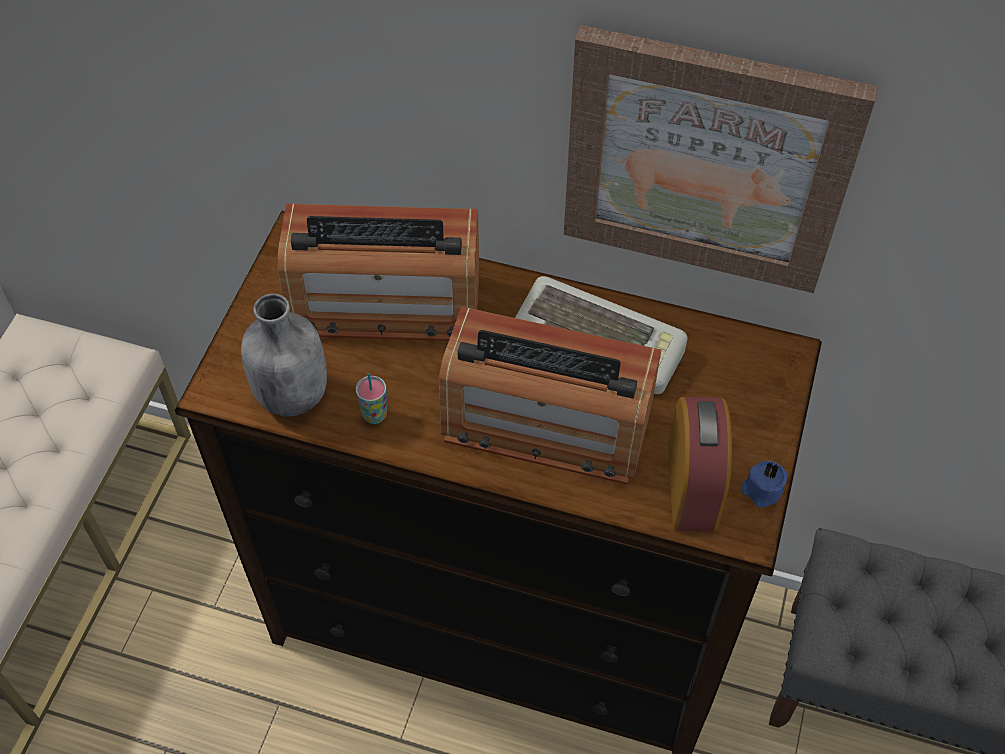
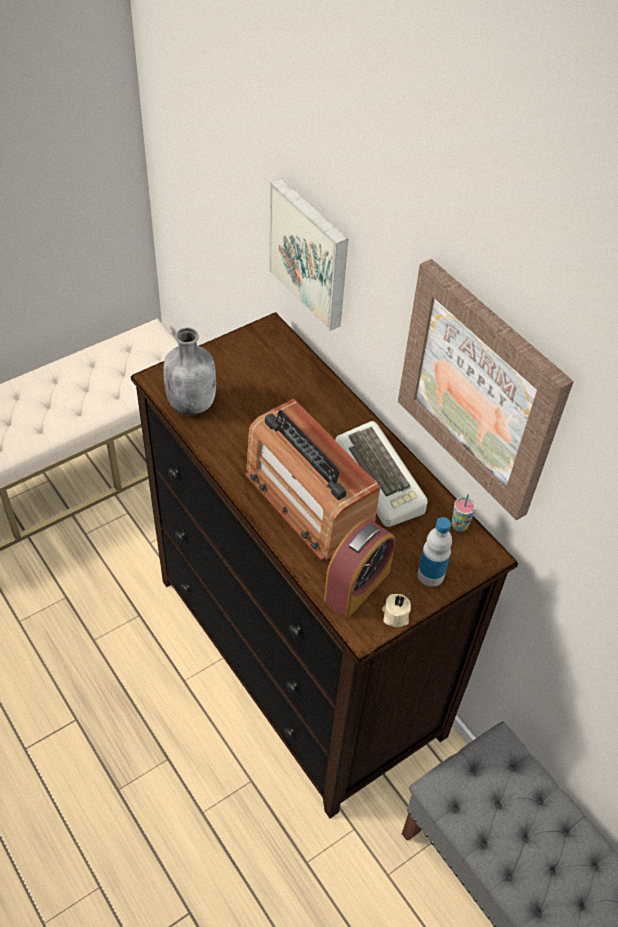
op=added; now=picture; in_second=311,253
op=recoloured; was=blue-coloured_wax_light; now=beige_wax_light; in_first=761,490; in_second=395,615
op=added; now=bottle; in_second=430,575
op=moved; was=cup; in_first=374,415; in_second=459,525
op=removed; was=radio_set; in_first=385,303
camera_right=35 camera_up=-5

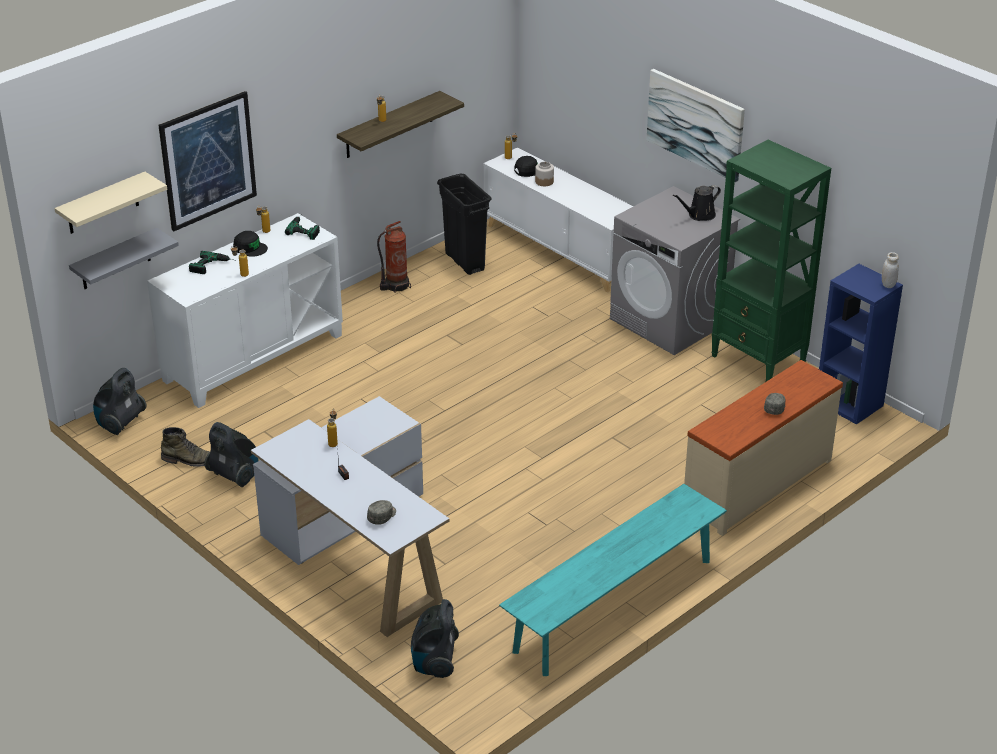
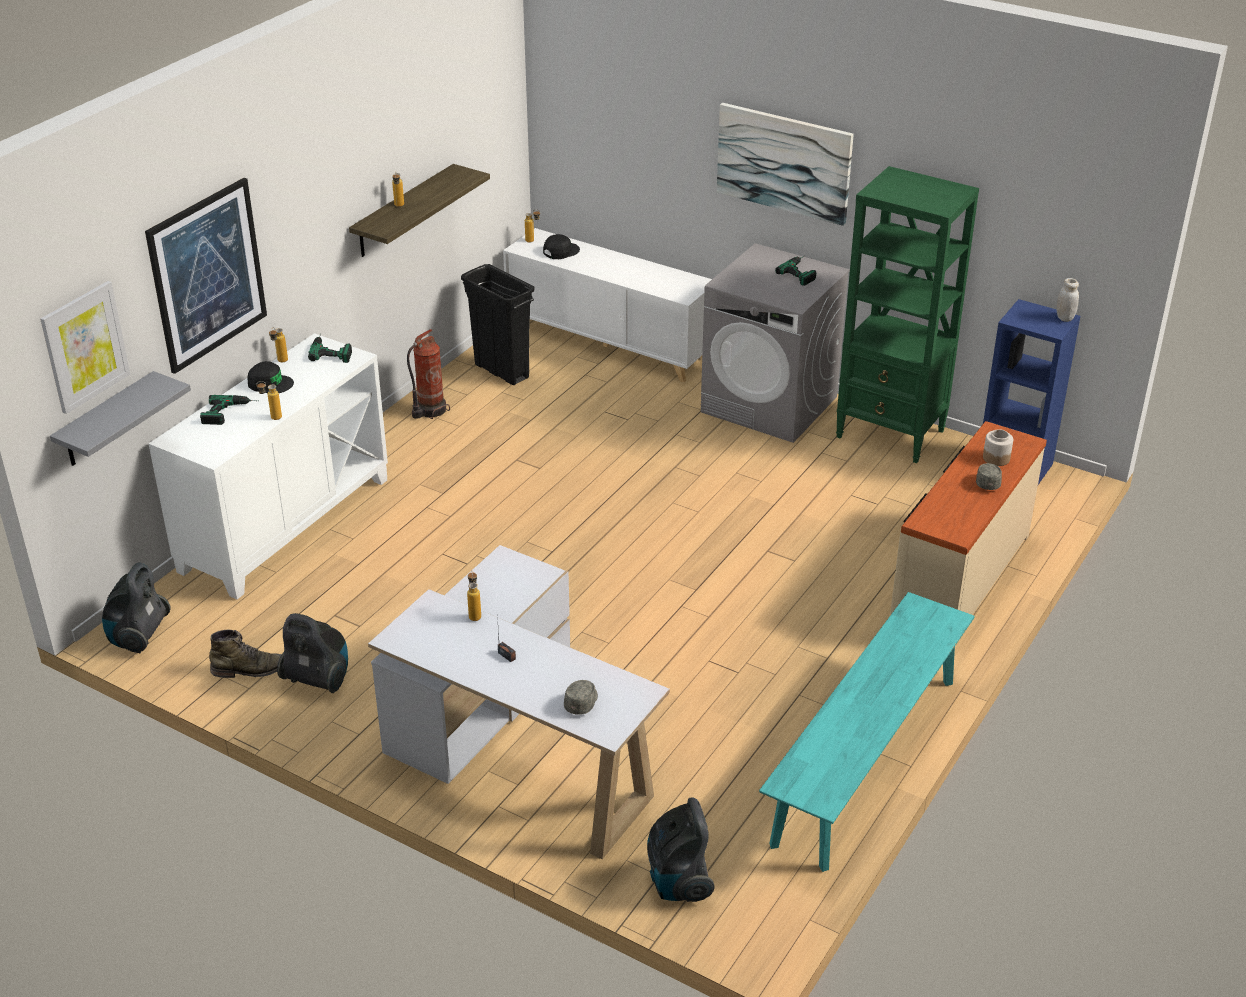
op=replaced; was=beige_wall_shelf; now=picture; in_first=102,204; in_second=85,346
op=replaced; was=black_watering_can; now=electric_drill; in_first=699,215; in_second=802,272
op=moved; was=jar; in_first=544,181; in_second=996,458
camera_right=-15 camera_up=0

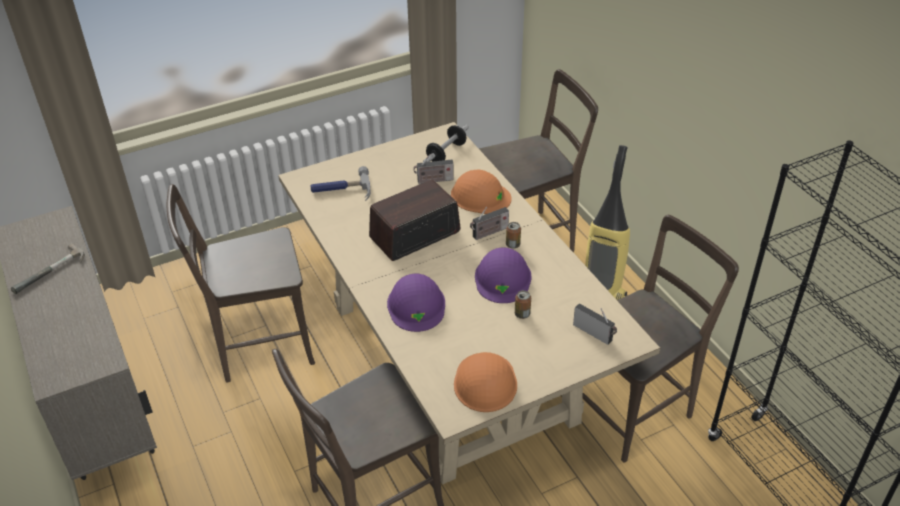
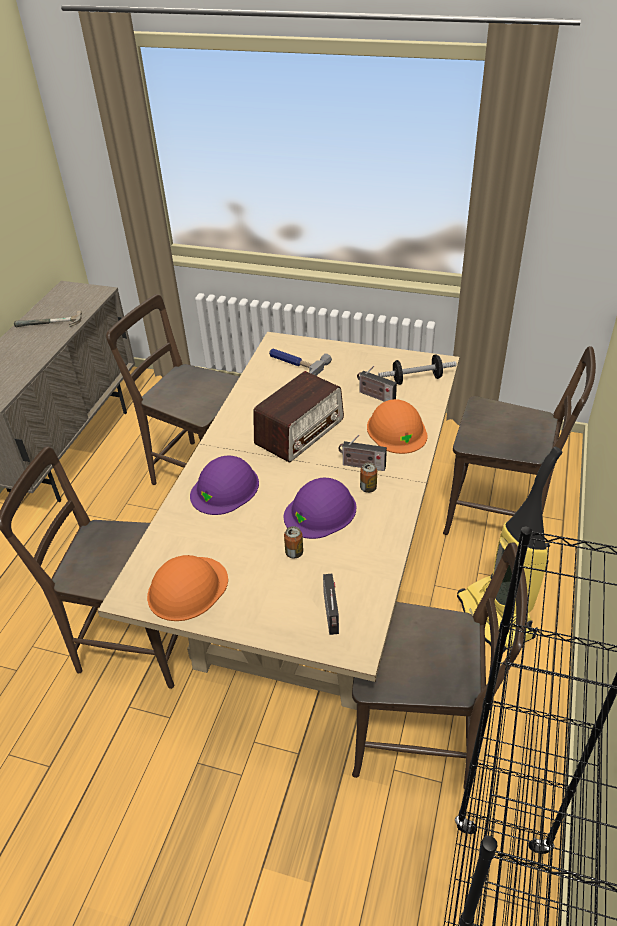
op=turned; was=radio_set; in_first=414,235; in_second=300,431; clockwise=120
camera_right=45 camera_up=0

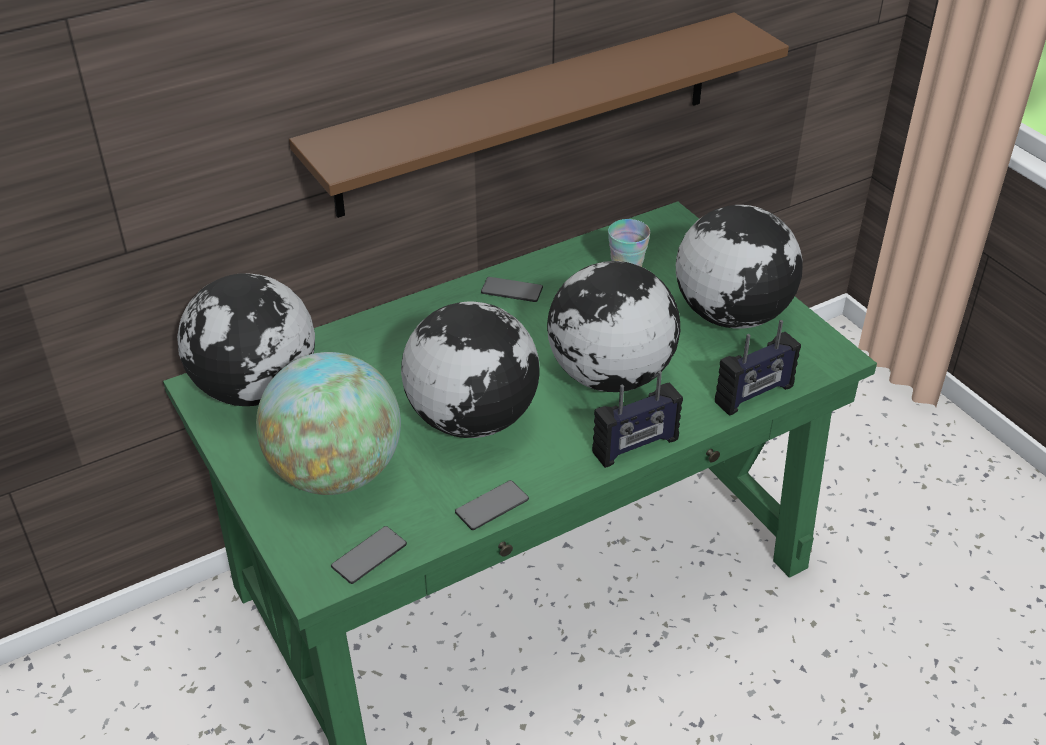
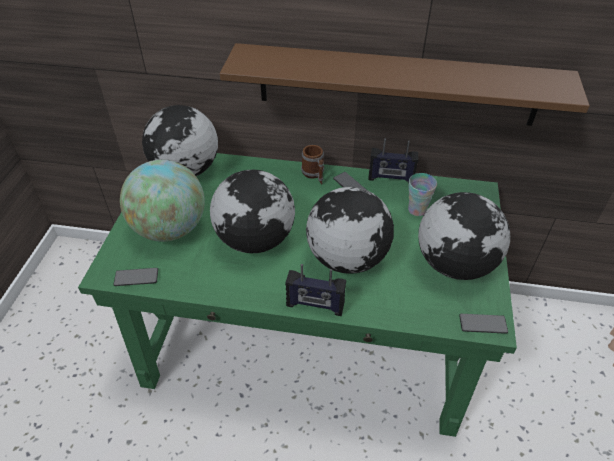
op=added; now=coffee_mug; in_second=314,175
op=moved; was=radio_set; in_first=754,395; in_second=391,178
op=moved; was=phone; in_first=492,506; in_second=483,324
camera_right=40 camera_up=5

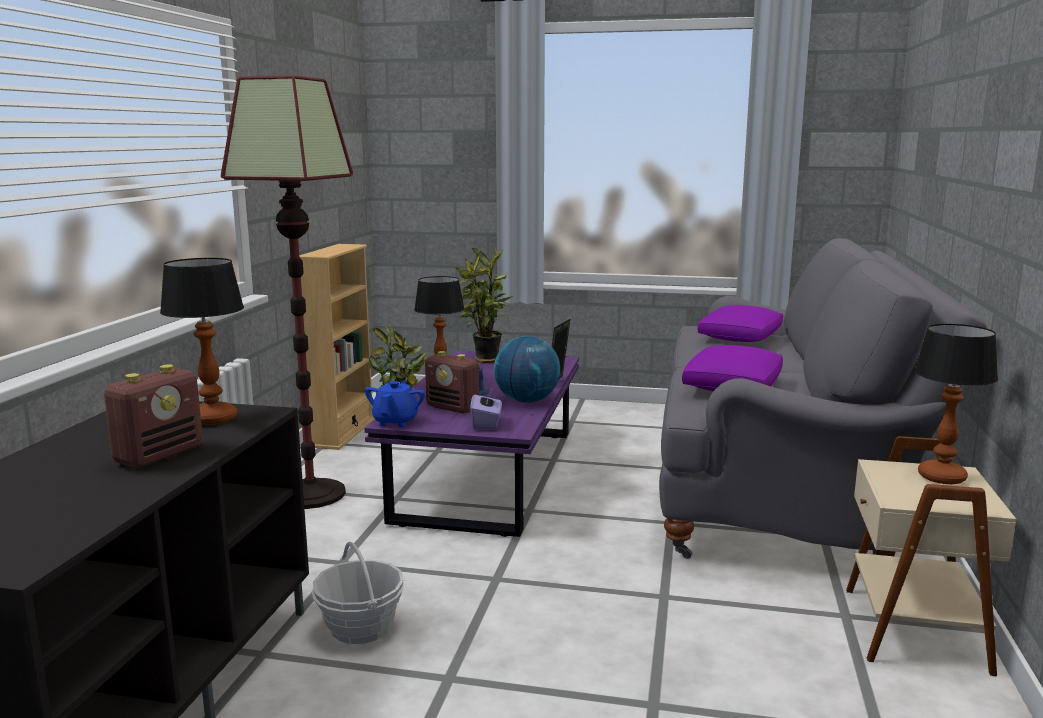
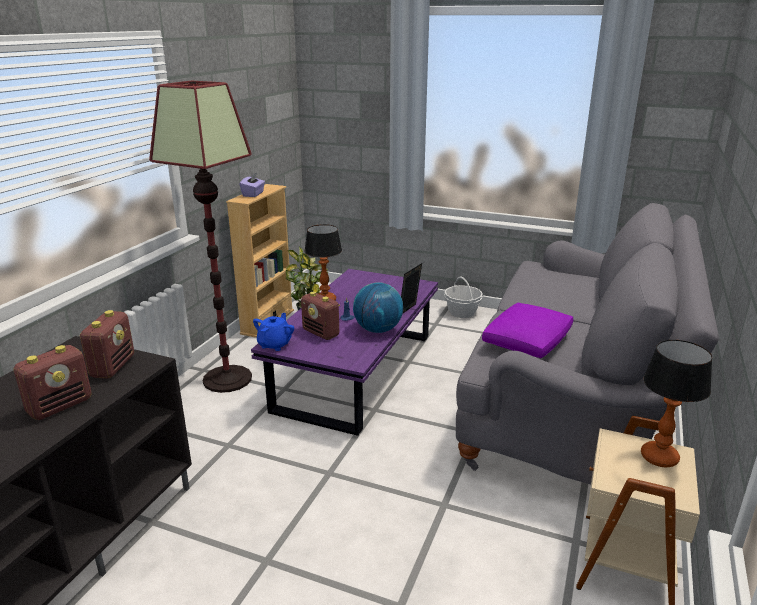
op=replaced; was=table_lamp; now=radio_set; in_first=212,419; in_second=112,366
op=moved; was=purple_tissue_holder; in_first=486,424; in_second=253,194
op=moved; was=storage_basket; in_first=361,627; in_second=462,312
op=removed; was=plant_in_a_pot; in_first=485,360
op=removed; was=purple_pillow; in_first=740,337
camera_right=10 camera_up=10

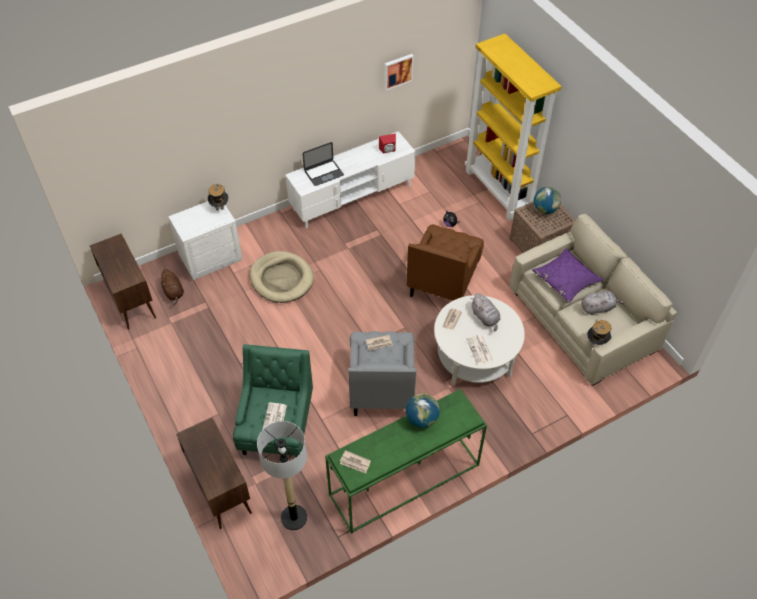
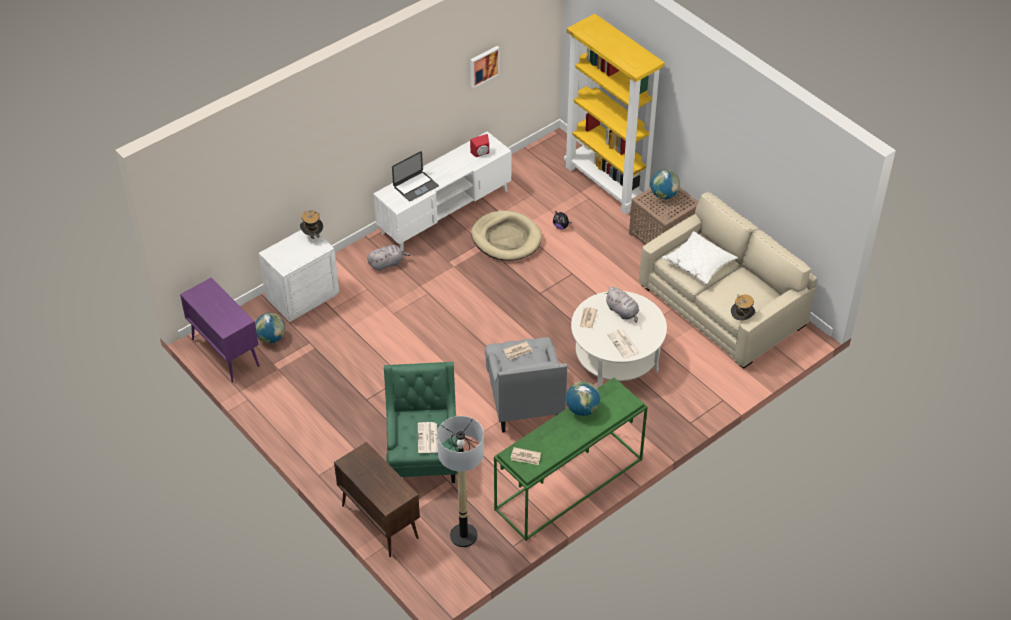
op=recoloured; was=brown-coloured_storage_cabinet; now=purple_storage_cabinet; in_first=130,300; in_second=225,352
op=replaced; was=brown-coloured_cuddly_toy; now=desk_globe; in_first=173,292; in_second=271,338
op=moved; was=greyish_cuddly_toy; in_first=598,308; in_second=387,263
op=moved; was=beige_pet_bed; in_first=281,279; in_second=506,238
op=recoloured; was=purple_pillow; now=white_pillow; in_first=566,279; in_second=699,263
op=removed; was=brown-coloured_lounge_chair; in_first=443,281
camera_right=-10 camera_up=-5

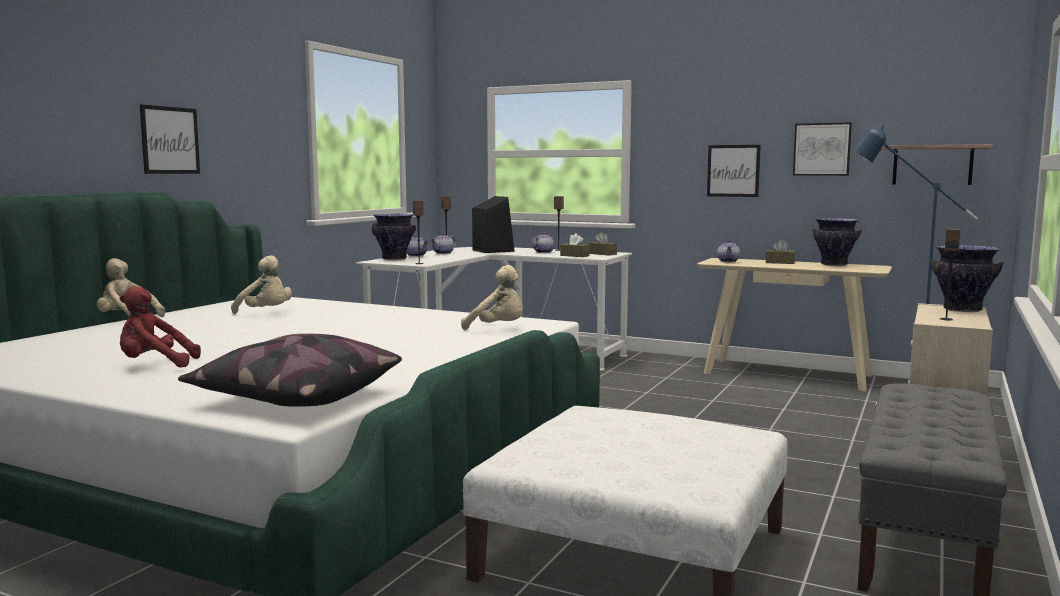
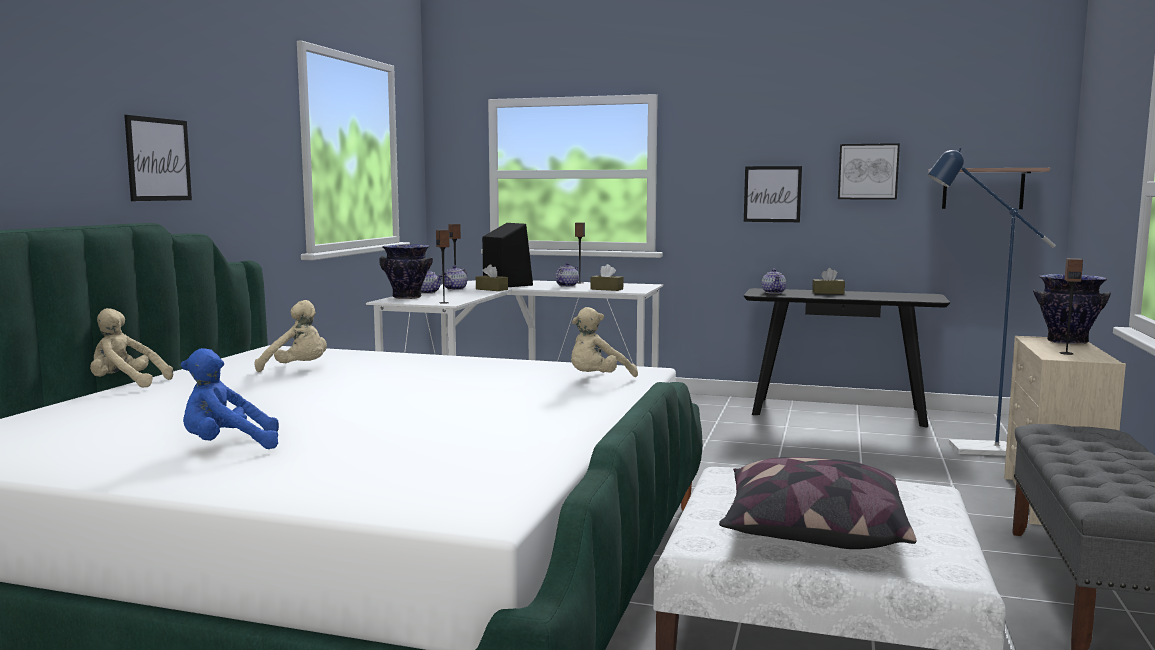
op=recoloured; was=red-coloured_cuddly_toy; now=blue-coloured_cuddly_toy; in_first=154,365; in_second=227,447
op=moved; was=brown-coloured_tissue_holder; in_first=602,254; in_second=491,289
op=turned; was=beige_cuddly_toy; in_first=498,329; in_second=597,380; clockwise=120
op=moved; was=pillow; in_first=295,398; in_second=811,533
op=recoloured; was=beige_hall_table; now=black_hall_table; in_first=787,374; in_second=838,412
op=removed; was=flower_vase; in_first=834,265
camera_right=-10 camera_up=0

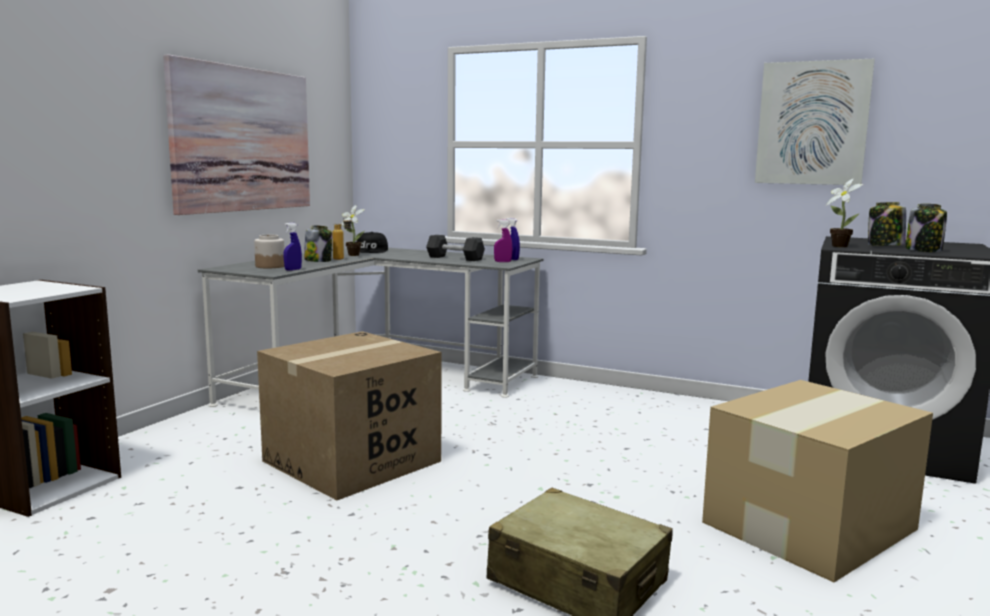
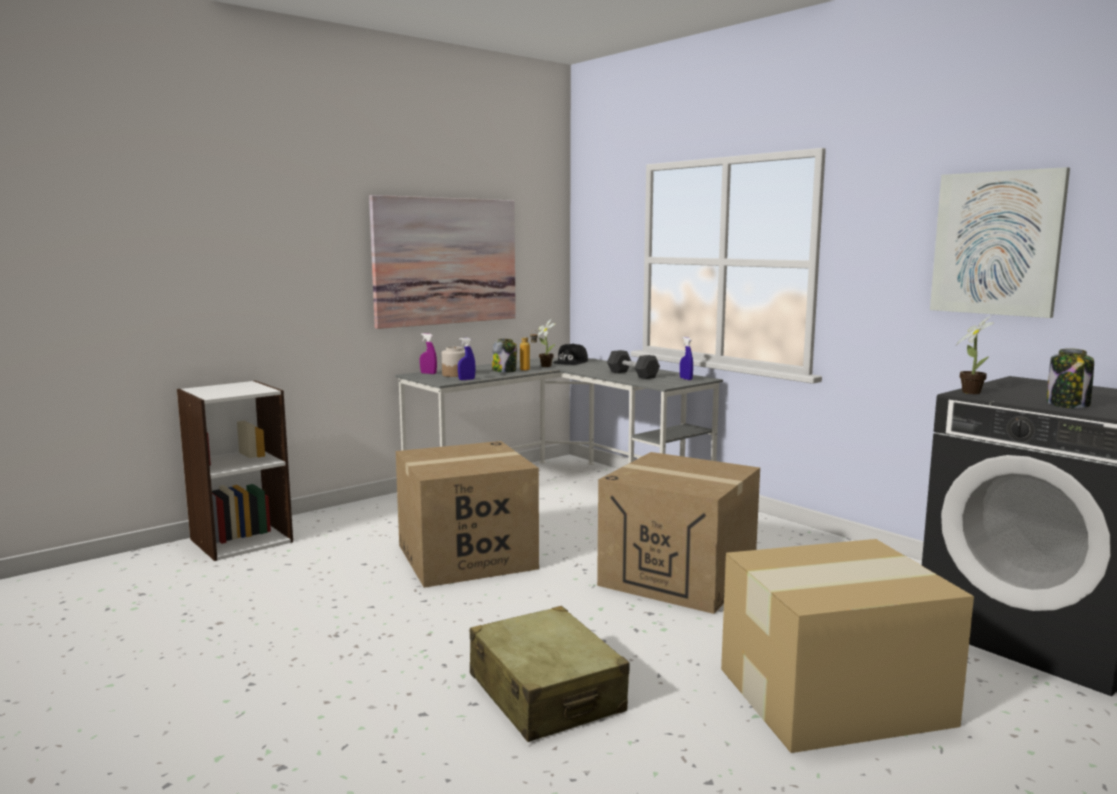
op=moved; was=purple_hand_sprayer; in_first=502,262; in_second=428,373
op=added; now=packing_box; in_second=678,577
op=removed; was=jar; in_first=884,246
camera_right=25 camera_up=0

